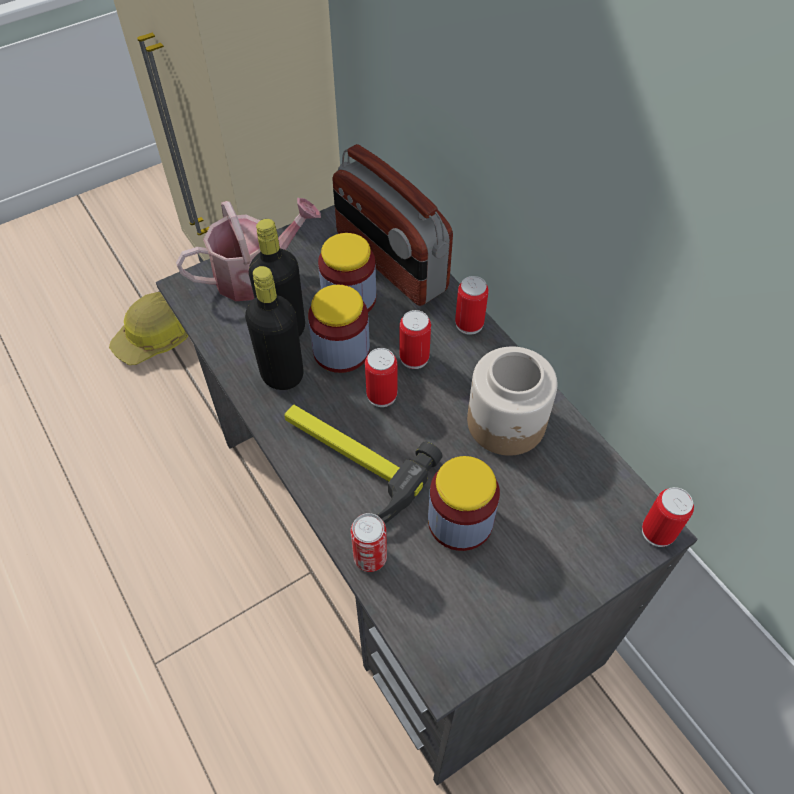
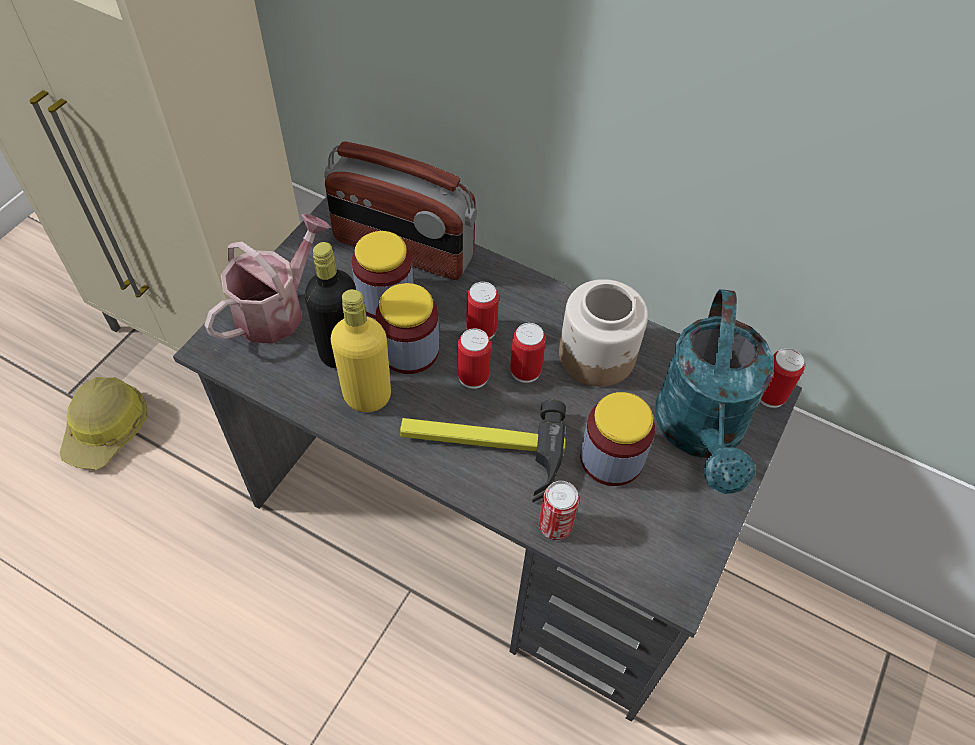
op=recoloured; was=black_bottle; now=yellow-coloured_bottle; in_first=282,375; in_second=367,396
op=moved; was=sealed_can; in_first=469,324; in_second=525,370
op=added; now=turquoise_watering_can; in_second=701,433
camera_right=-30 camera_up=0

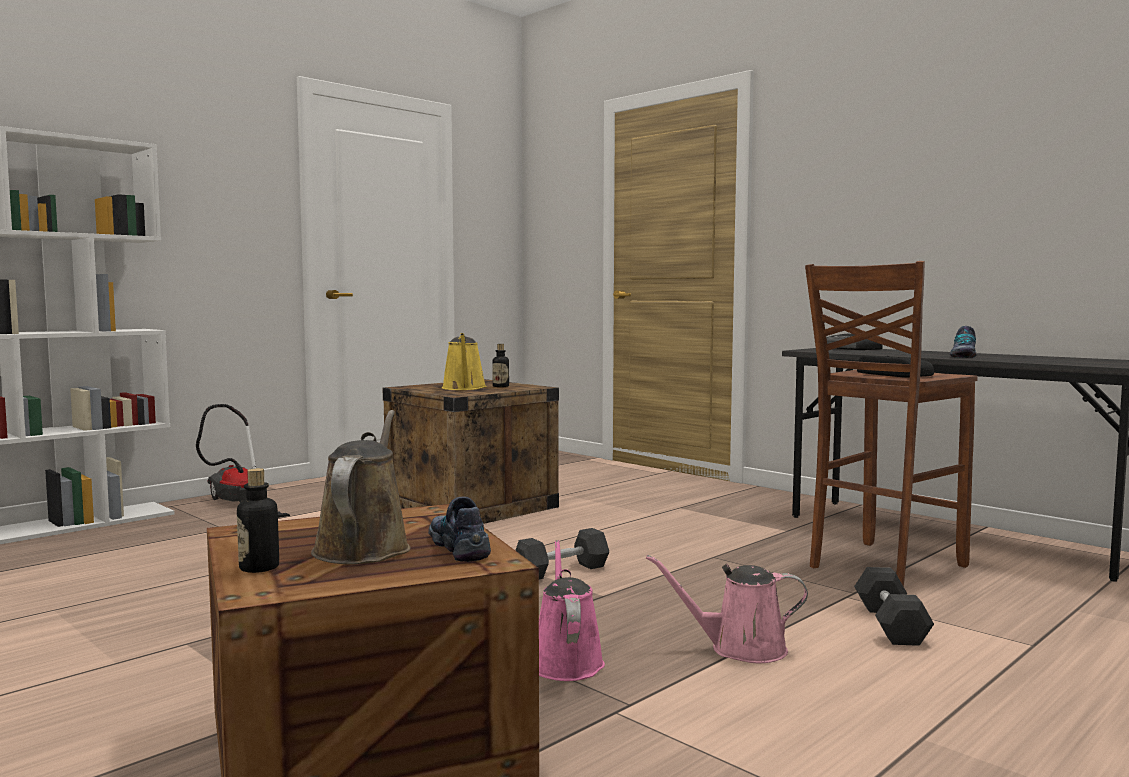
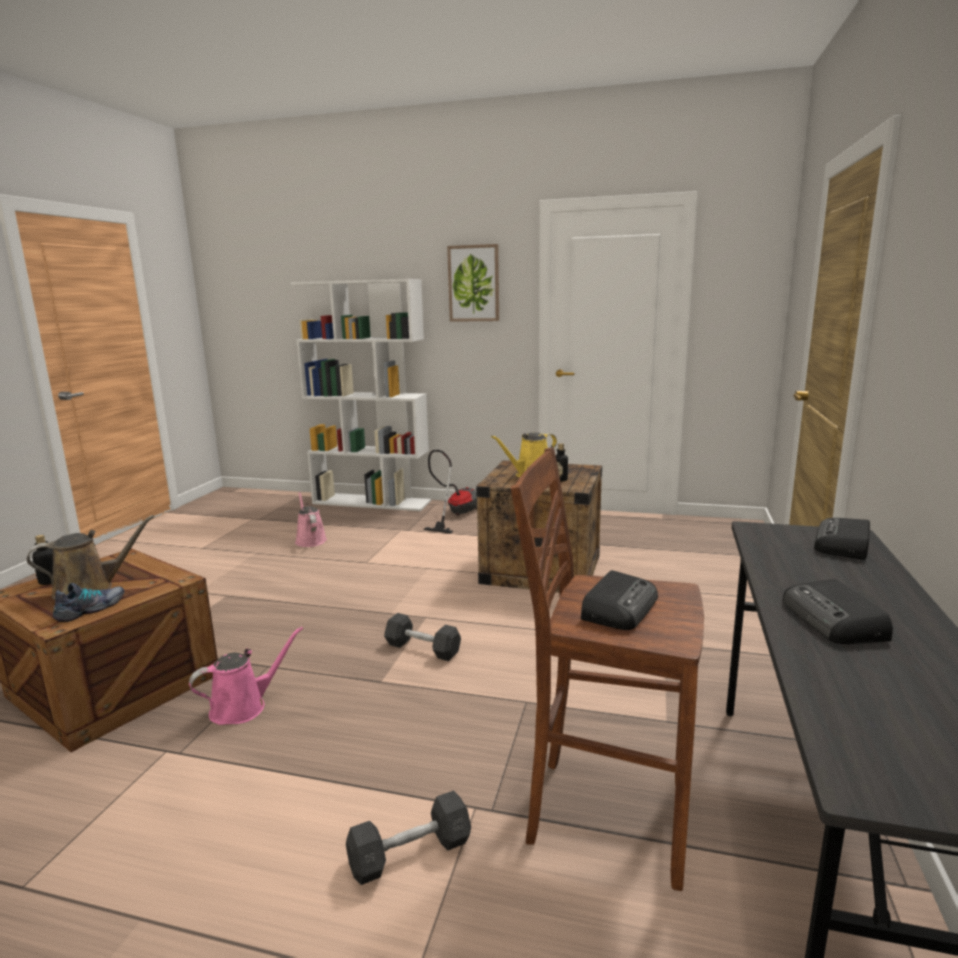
op=moved; was=pinkish_watering_can; in_first=740,649; in_second=310,540
op=added; now=picture; in_second=474,283
op=replaced; was=low_shoe; now=radio_set; in_first=962,356; in_second=834,621
camera_right=60 camera_up=10

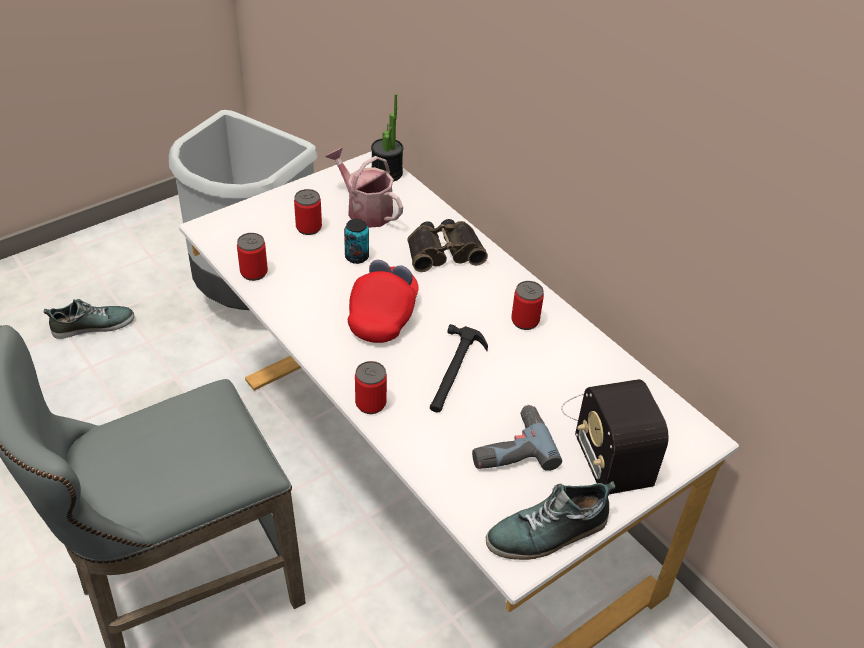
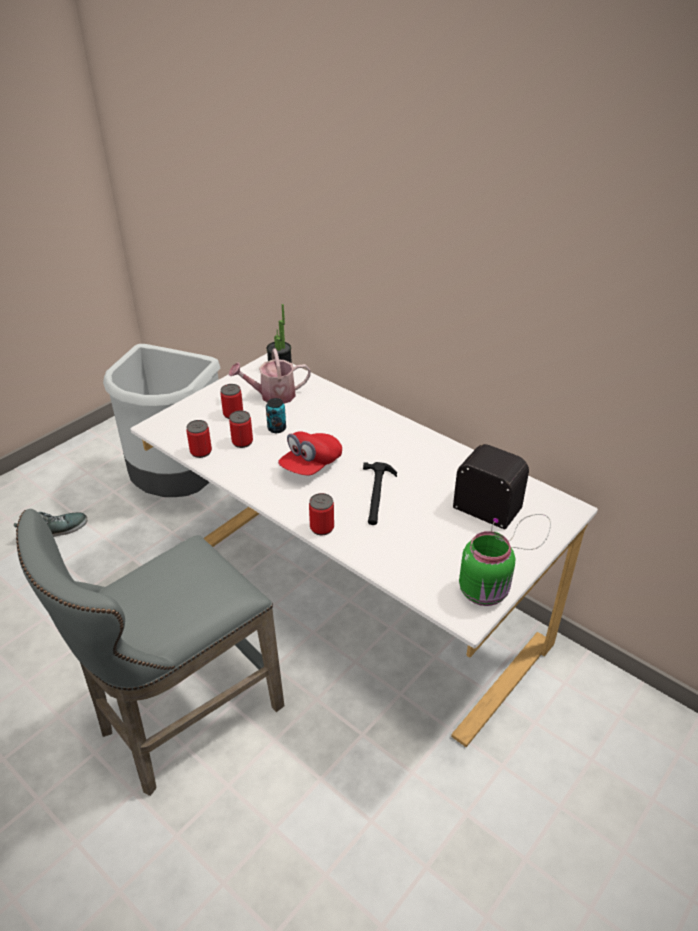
op=turned; was=watering_can; in_first=365,210; in_second=272,396; clockwise=-45
op=moved; was=sealed_can; in_first=525,321; in_second=242,442
op=turned; was=red-coloured_cap; in_first=383,315; in_second=311,465; clockwise=-150
op=turned; was=radio_set; in_first=609,436; in_second=505,518; clockwise=150
op=replaced; was=low_shoe; now=green_jar; in_first=548,533; in_second=484,592
op=removed; was=pair_of_binoculars; in_first=444,251
op=removed; was=electric_drill; in_first=509,446
camera_right=-10 camera_up=-5

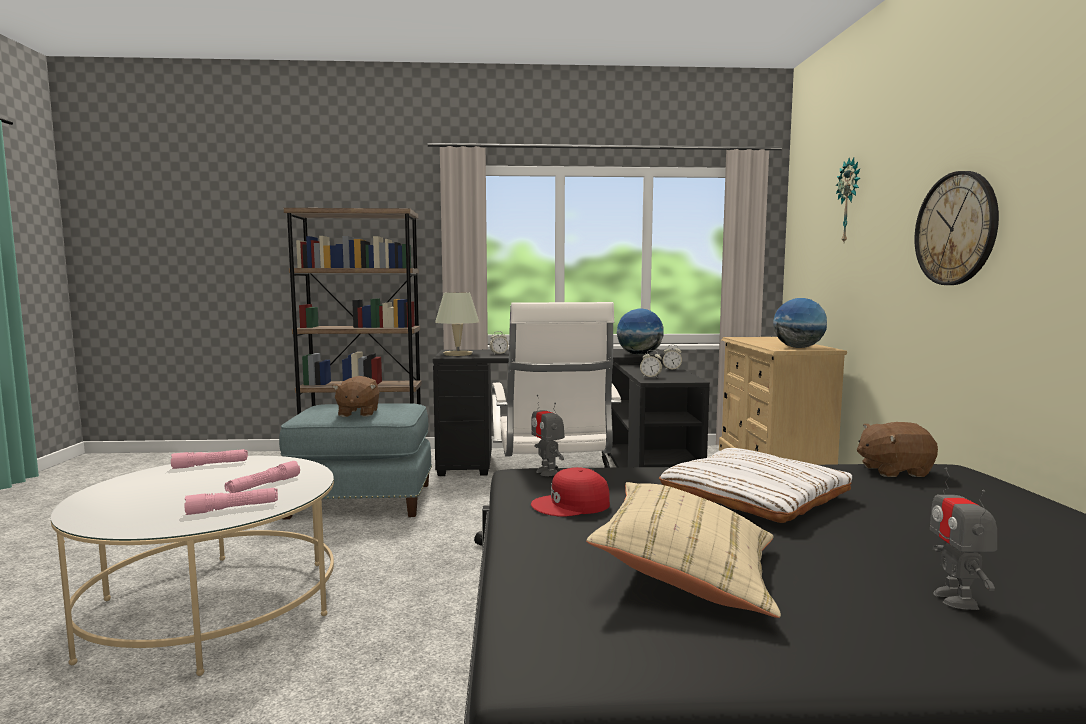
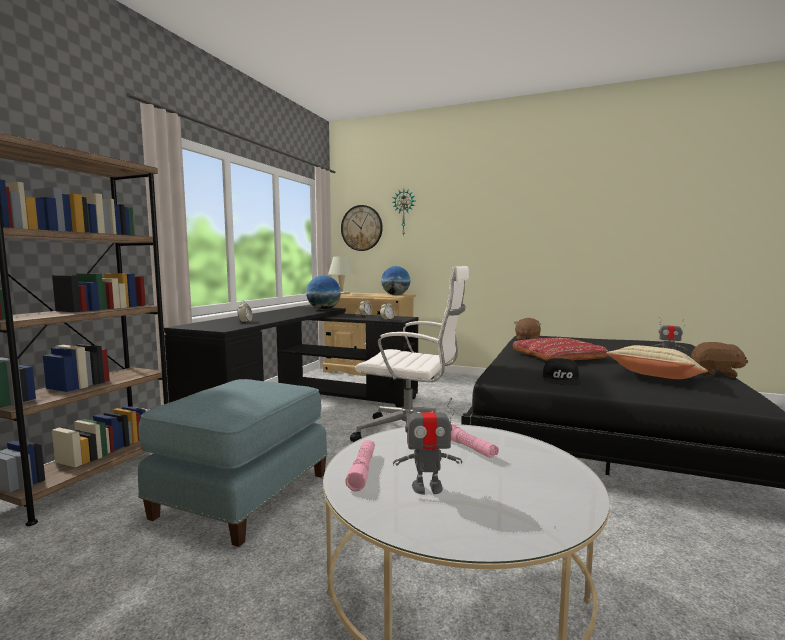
op=moved; was=beige_table_lamp; in_first=457,354; in_second=341,293
op=moved; was=clock_on_the_wall; in_first=956,229; in_second=361,228
op=moved; was=robot_figure; in_first=547,472; in_second=427,487
op=recoloured; was=white_pillow; now=red-coloured_pillow; in_first=754,495; in_second=558,356
op=recoloured; was=red-coloured_cap; now=black_cap; in_first=571,505; in_second=562,379
op=moved; was=brown-coloured_cuddly_toy; in_first=358,413; in_second=716,373
op=removed; was=pinkish_torch; in_first=233,508
camera_right=-65 camera_up=0

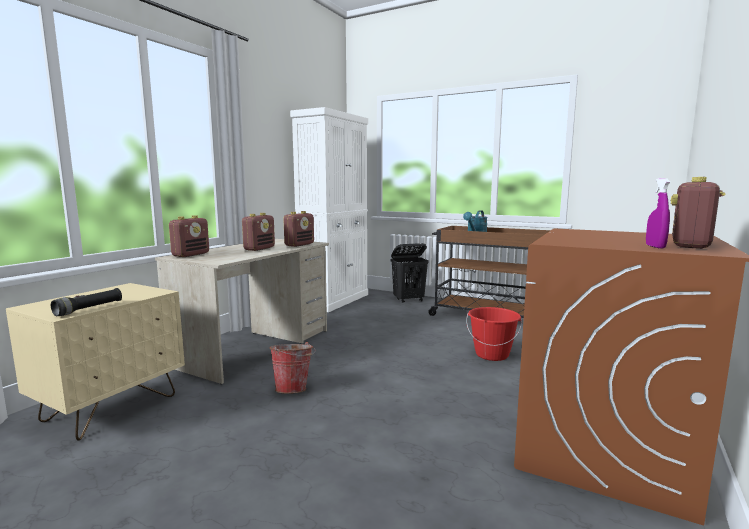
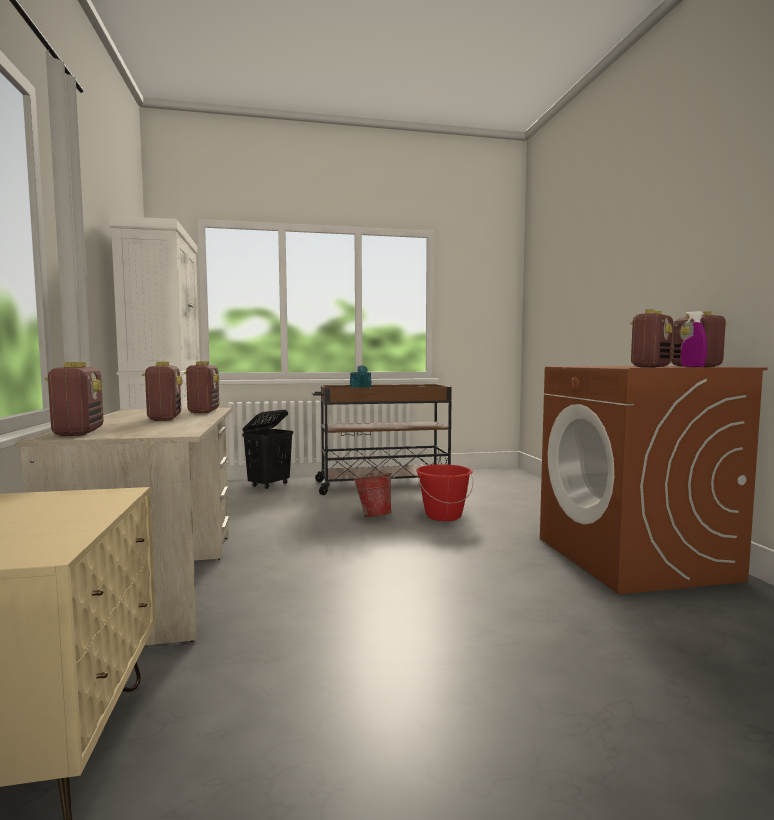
op=moved; was=bucket; in_first=294,389; in_second=374,515
op=added; now=radio_set; in_second=650,366
op=removed; was=black_torch; in_first=89,309
camera_right=-40 camera_up=-5

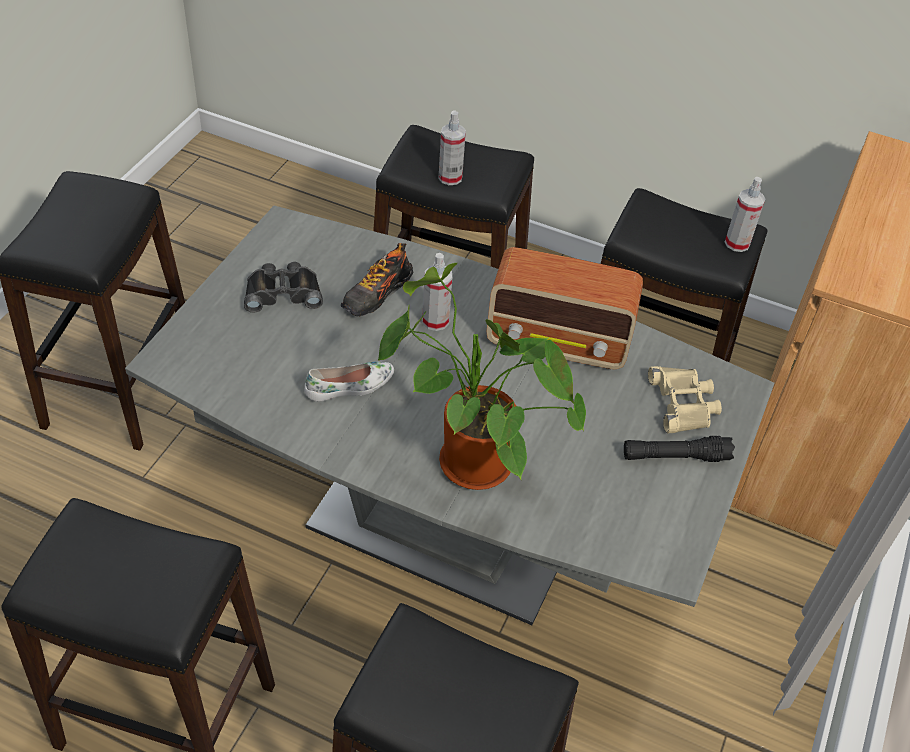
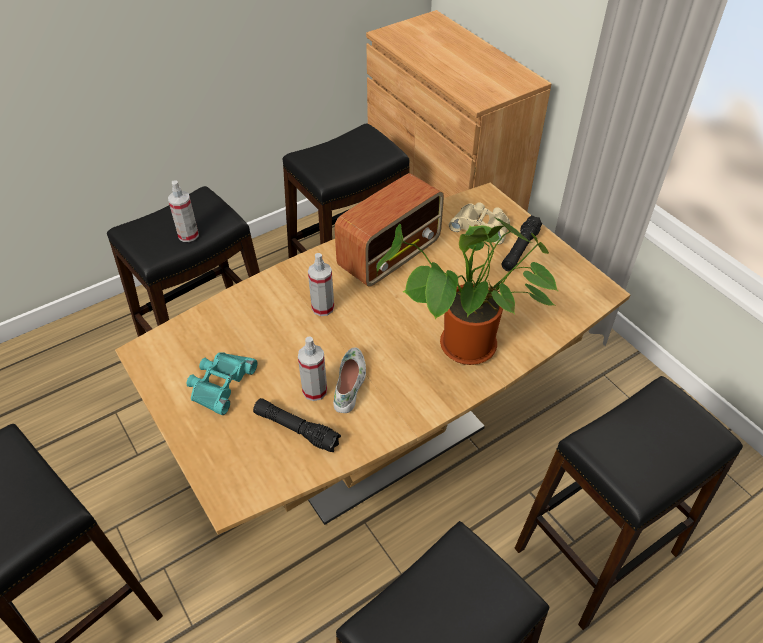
op=recoloured; was=greyish_kitchen_table; now=brown-coloured_kitchen_table; in_first=442,530; in_second=381,440
op=recoloured; was=black_pair_of_binoculars; now=turquoise_pair_of_binoculars; in_first=283,292; in_second=220,384
op=added; now=black_torch; in_second=296,429
op=moved; was=hand_sprayer; in_first=737,243; in_second=315,391
op=removed; was=low_shoe; in_first=377,294
camera_right=-55 camera_up=0

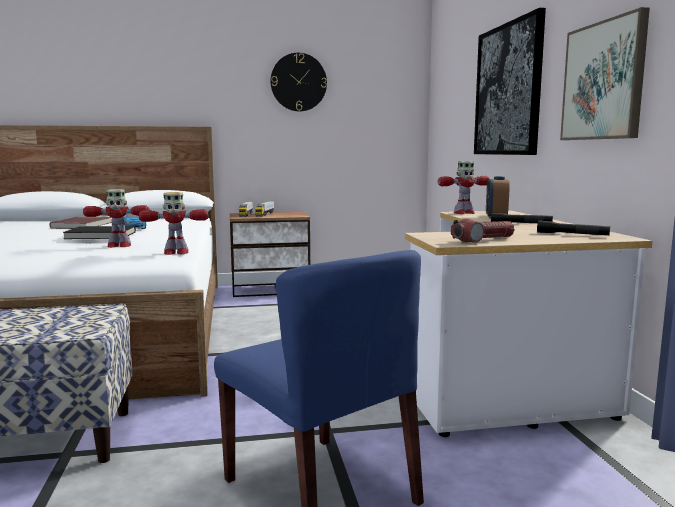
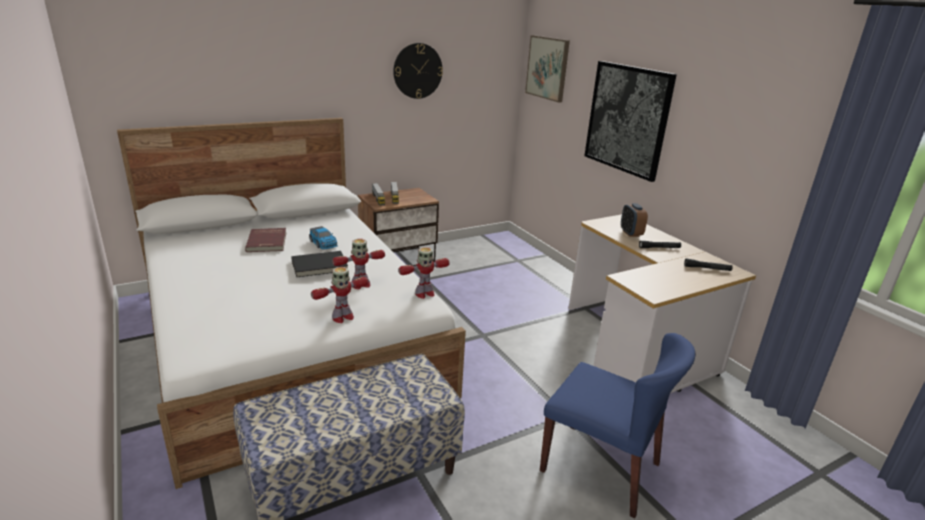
op=moved; was=robot_figure; in_first=463,213; in_second=342,317
op=moved; was=picture; in_first=603,81; in_second=547,68
op=removed; was=torch; in_first=483,240
camera_right=-20 camera_up=15

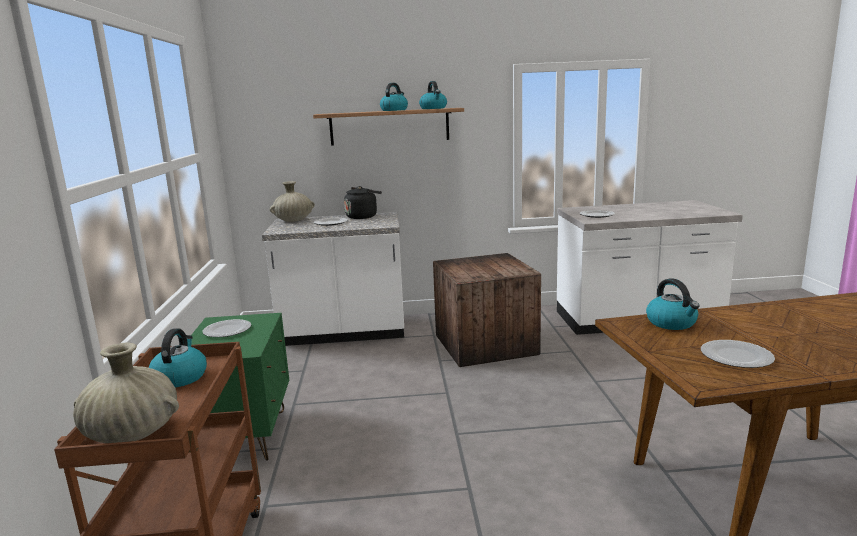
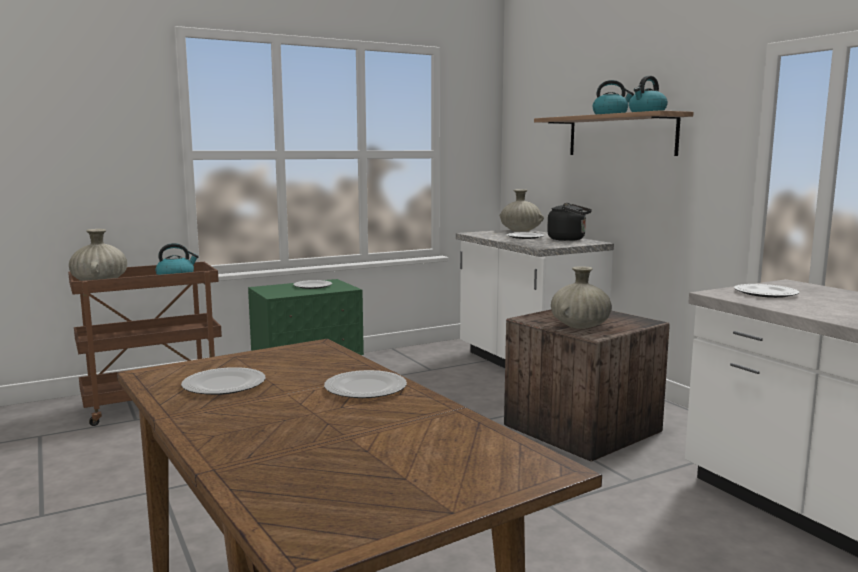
op=added; now=flat_dish; in_second=365,388
op=added; now=beige_flower_vase; in_second=579,326
op=removed; was=water_kettle; in_first=672,323
camera_right=65 camera_up=-5

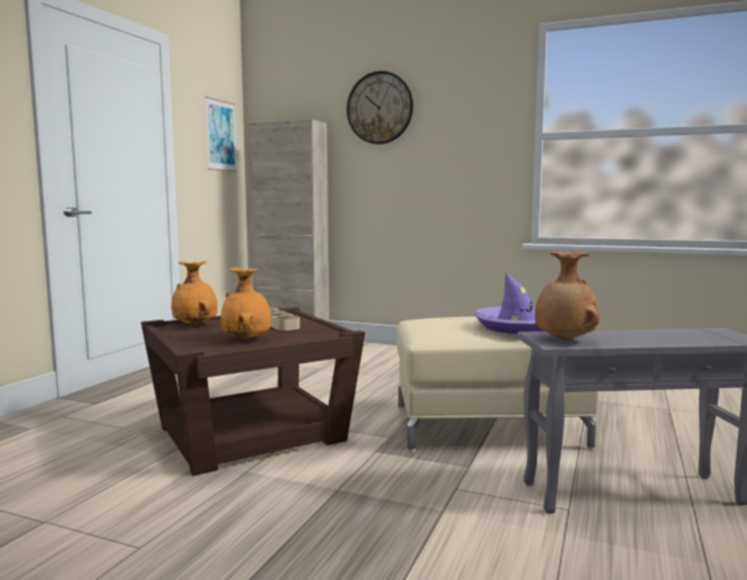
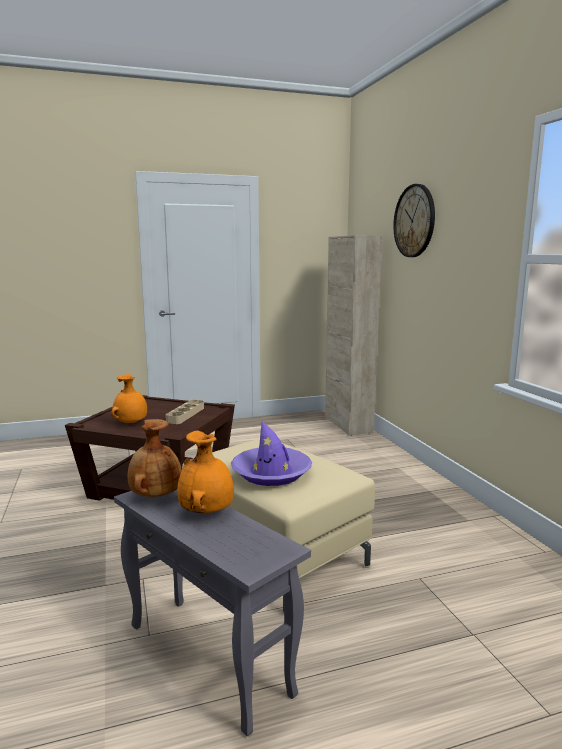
op=moved; was=orange_flower_vase; in_first=196,325; in_second=207,511
op=removed; was=picture; in_first=221,135
camera_right=50 camera_up=5

